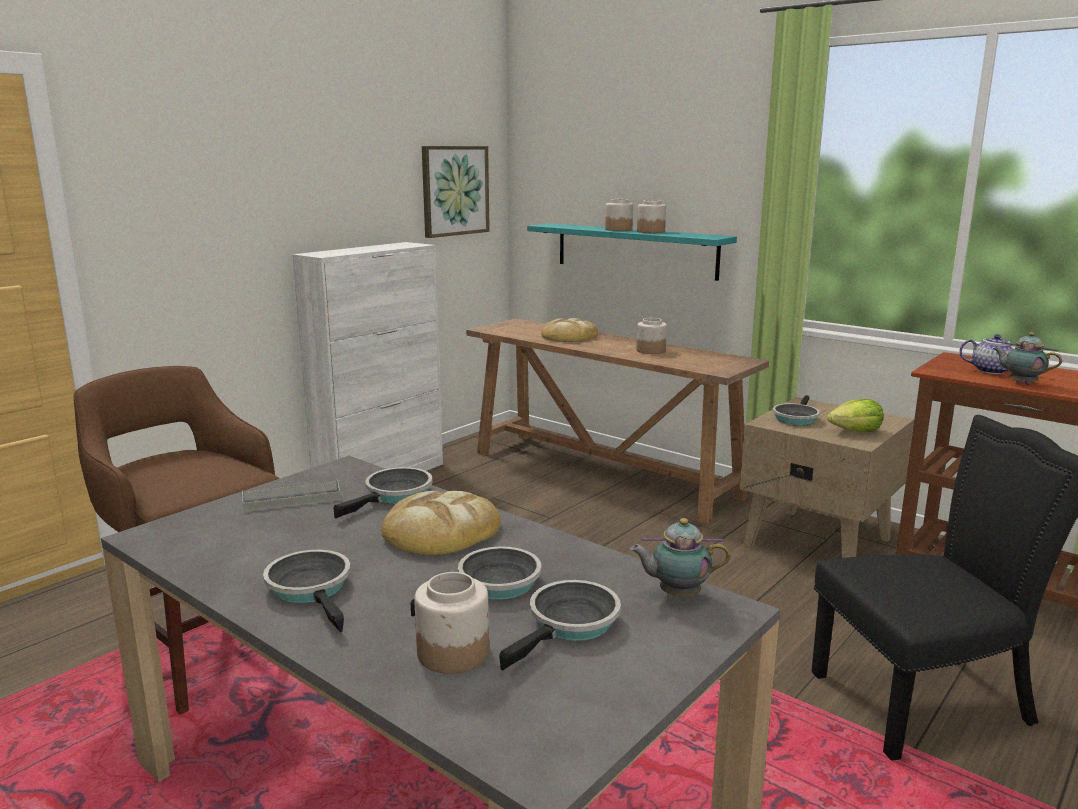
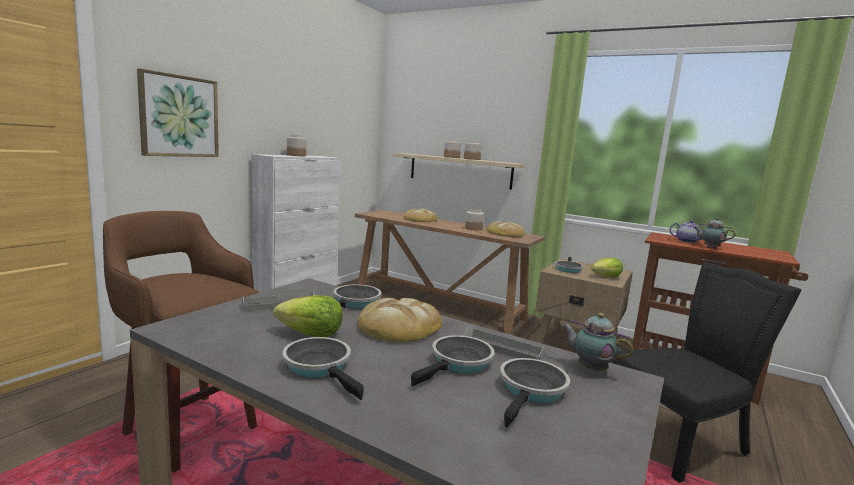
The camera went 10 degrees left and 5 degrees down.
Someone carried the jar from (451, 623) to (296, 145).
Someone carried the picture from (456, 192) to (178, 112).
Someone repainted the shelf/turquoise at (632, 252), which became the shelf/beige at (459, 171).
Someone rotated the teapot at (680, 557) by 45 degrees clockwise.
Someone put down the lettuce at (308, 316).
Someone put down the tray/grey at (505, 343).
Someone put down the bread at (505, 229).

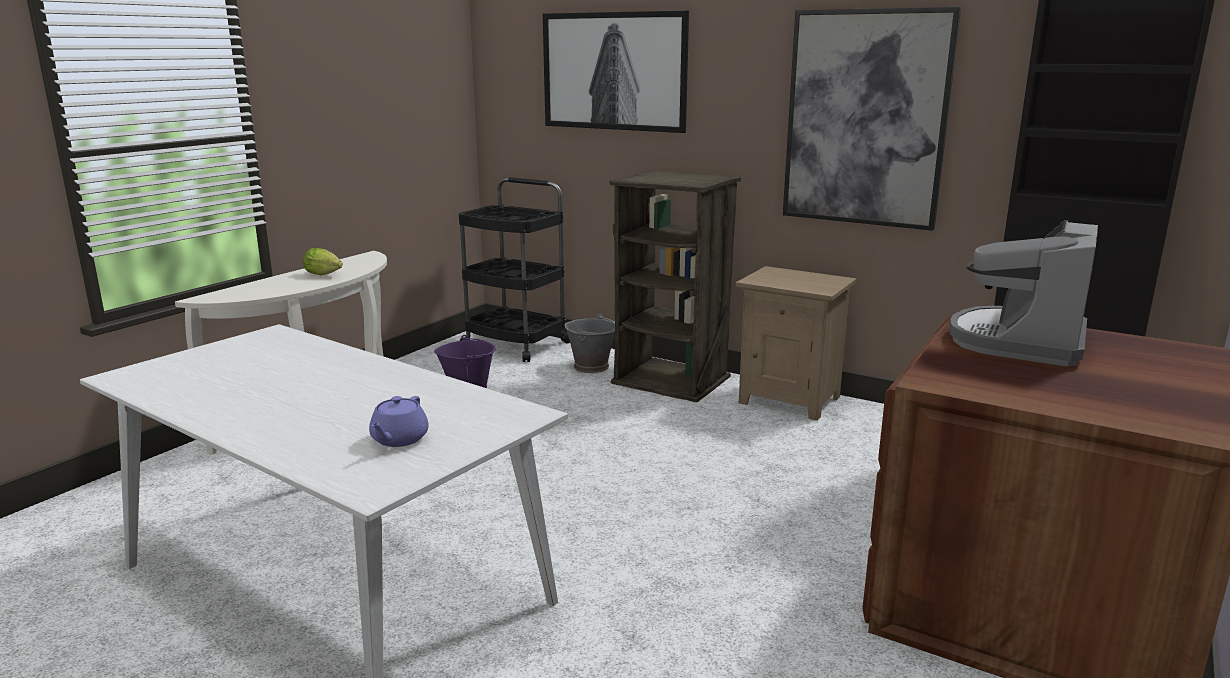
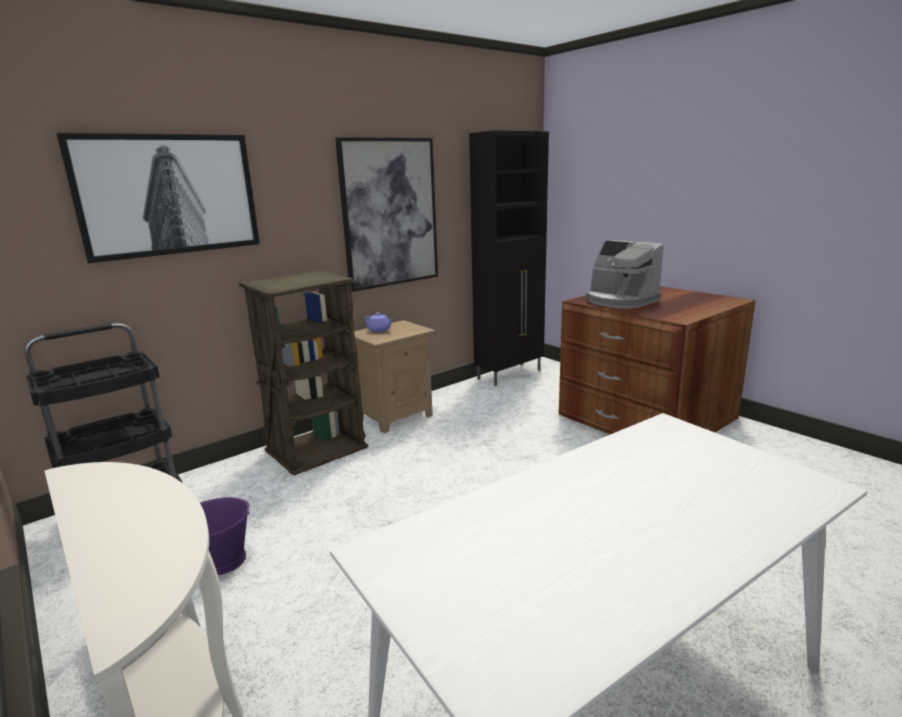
The camera went 70 degrees left and 0 degrees up.
Someone took away the lettuce at (323, 261).
Someone carried the teapot/purple from (399, 421) to (379, 322).
Someone took away the bucket/grey at (590, 343).

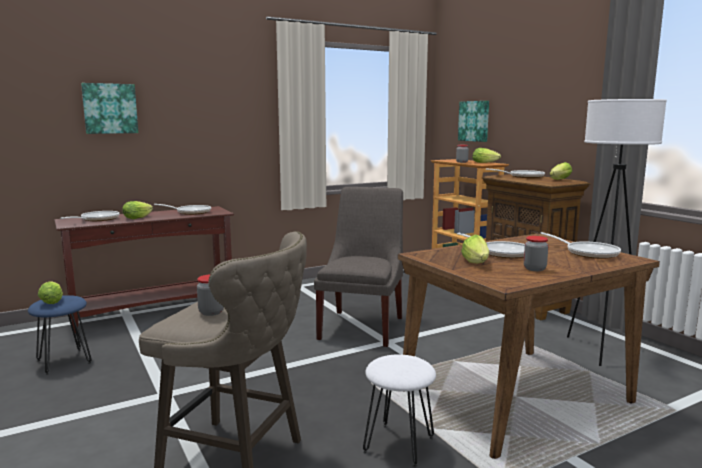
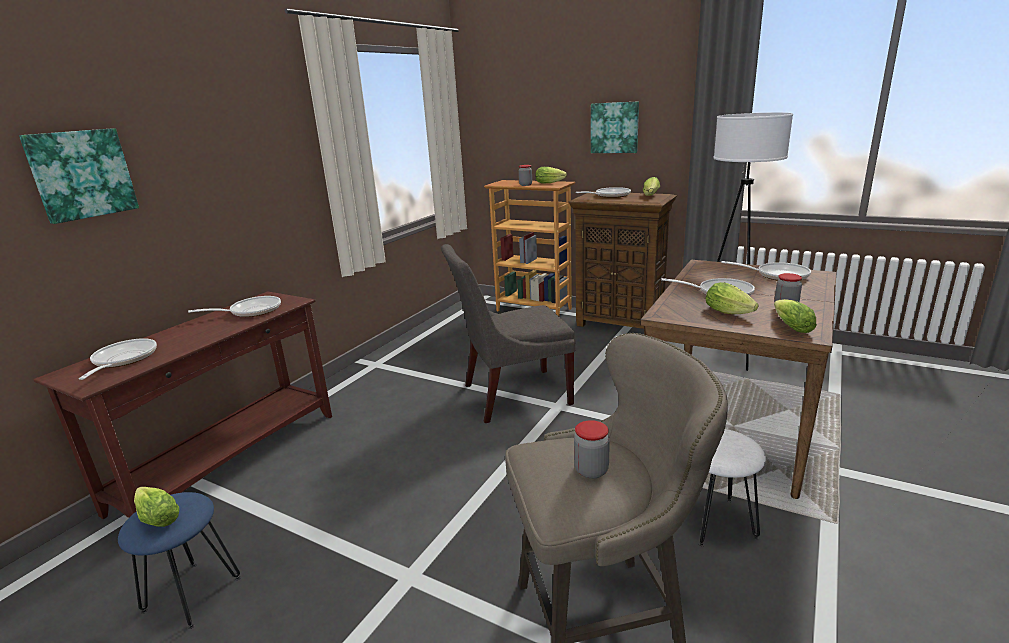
The camera went 30 degrees left and 10 degrees up.
Someone carried the lettuce from (137, 210) to (795, 316).
Someone rotated the chair/grey at (358, 267) by 90 degrees counterclockwise.
Someone carried the picture from (473, 121) to (615, 127).

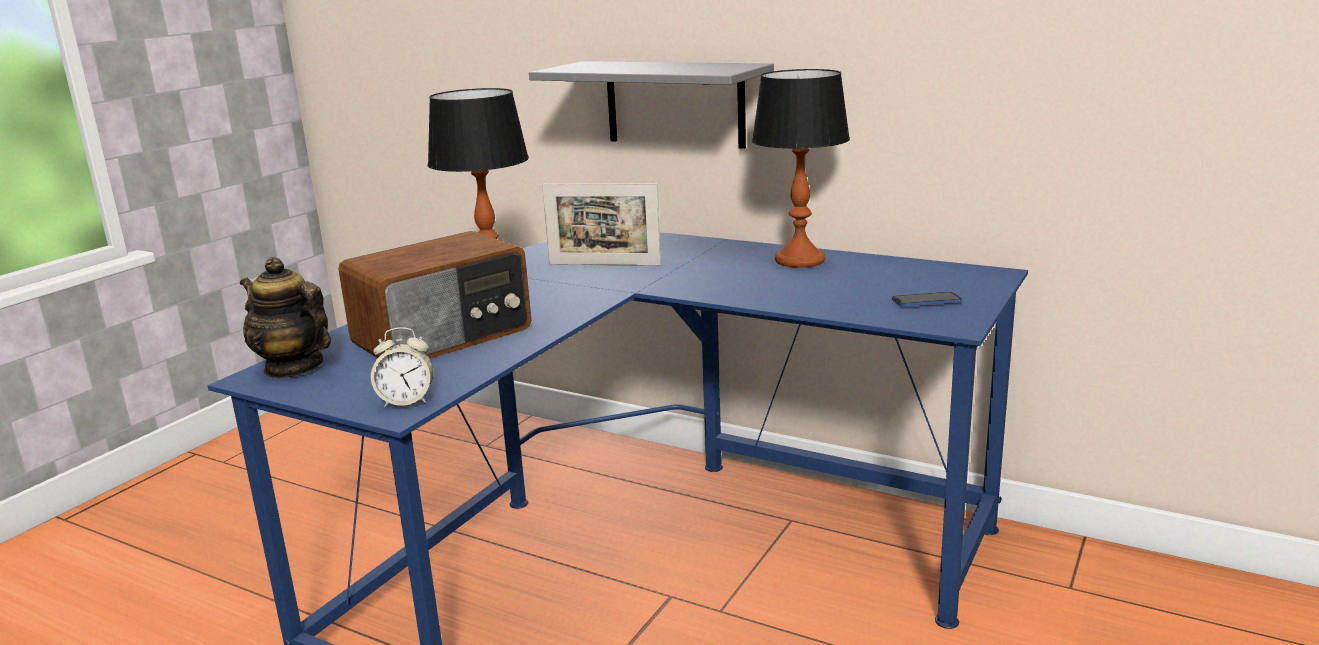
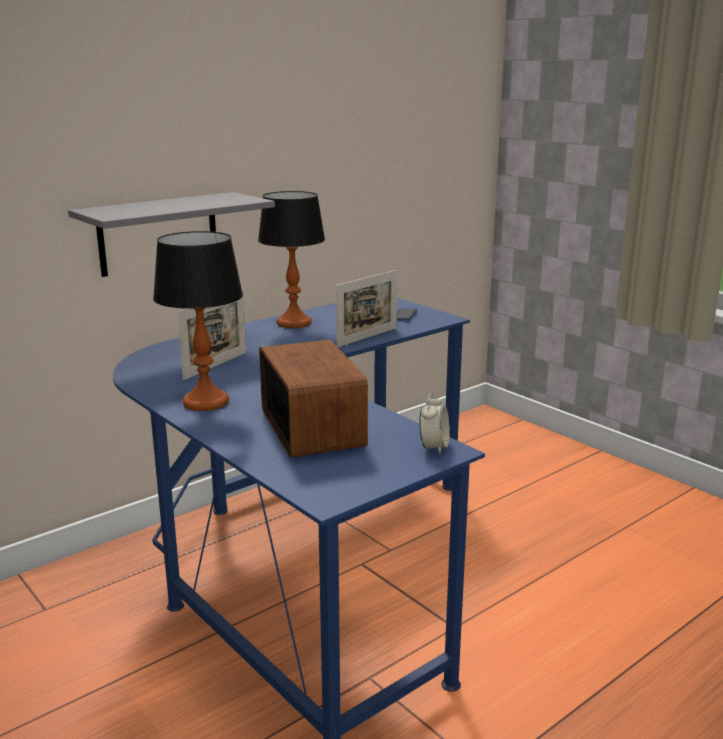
The camera went 70 degrees left and 0 degrees up.
Someone took away the teapot at (285, 317).
Someone put down the picture frame at (366, 308).

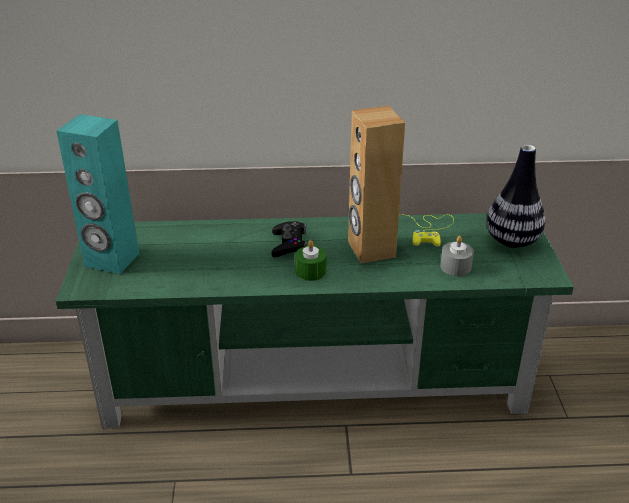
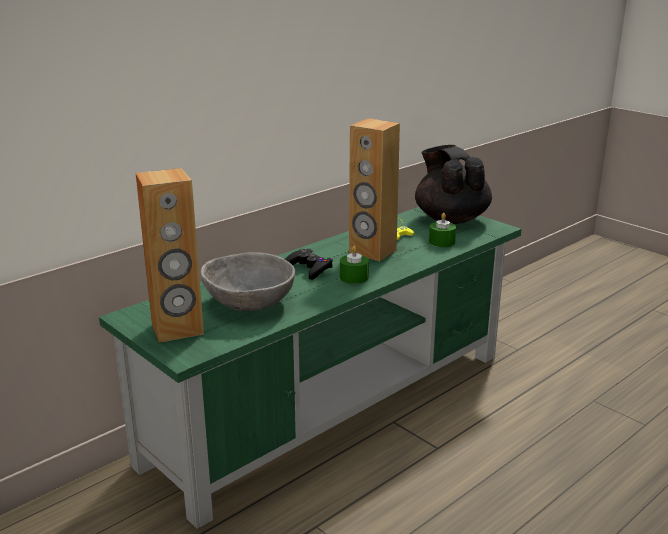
The camera went 40 degrees left and 10 degrees down.
Someone repainted the speaker/turquoise at (97, 194), which became the speaker/brown at (170, 255).
Someone repainted the candle/grey at (457, 256), which became the candle/green at (442, 230).
Someone swapped the vase at (516, 196) for the teapot/black at (453, 184).
Someone put down the bowl/grey at (248, 281).

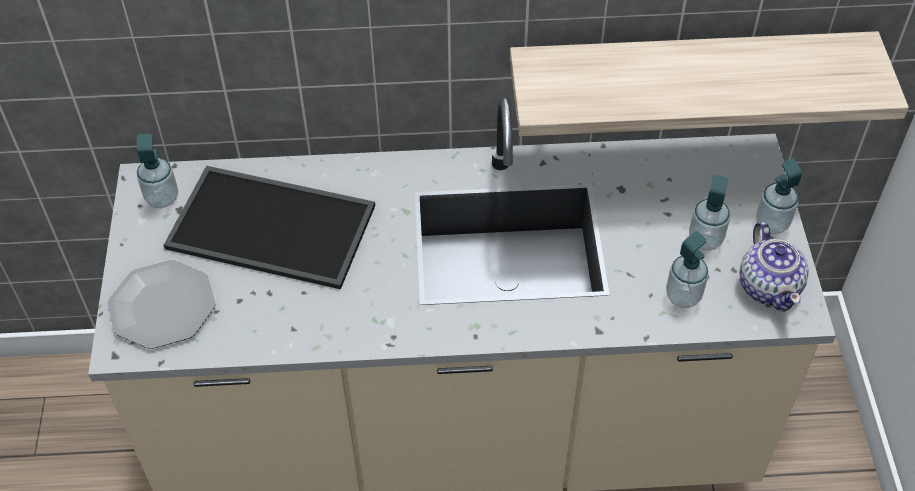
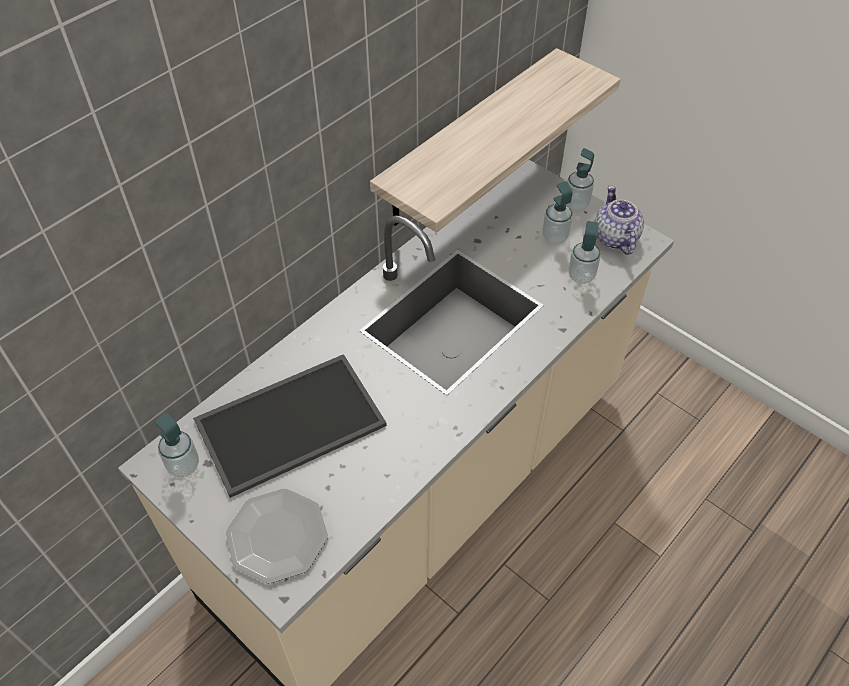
The camera went 45 degrees left and 0 degrees up.
Someone rotated the teapot at (774, 267) by 135 degrees counterclockwise.

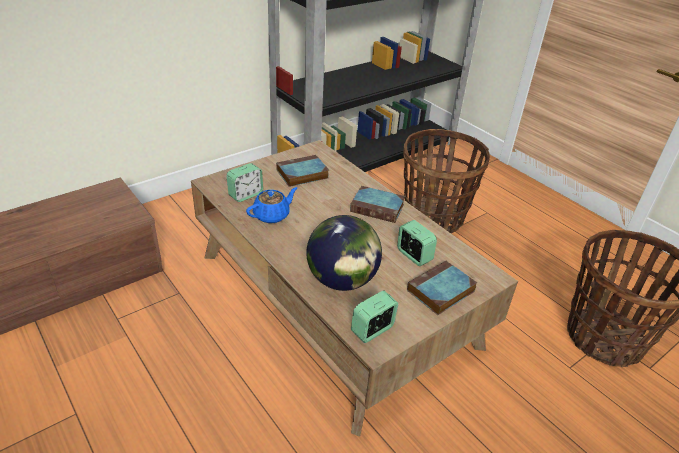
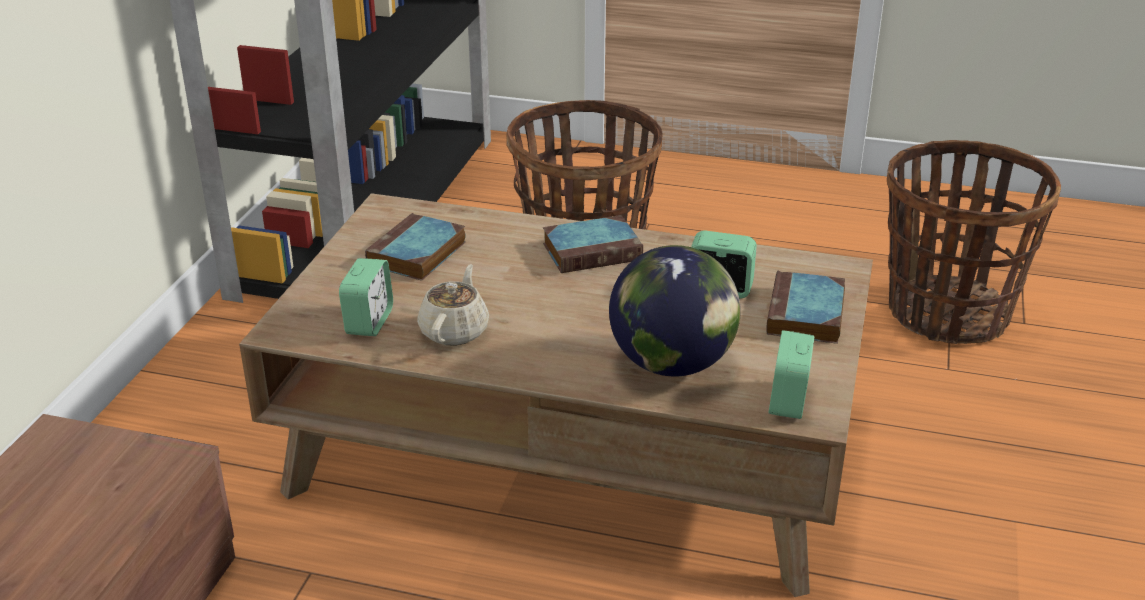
The camera went 35 degrees left and 5 degrees down.
Someone repainted the teapot/blue at (271, 205), which became the teapot/beige at (453, 305).

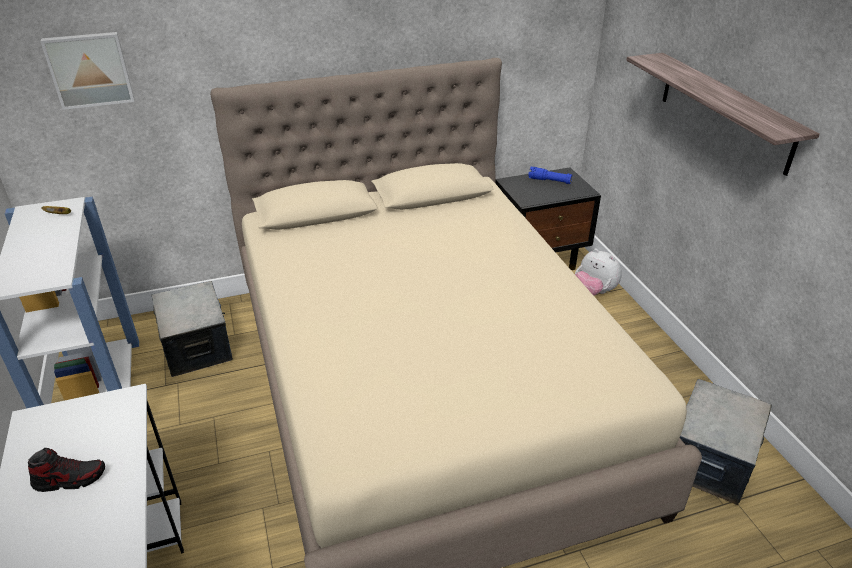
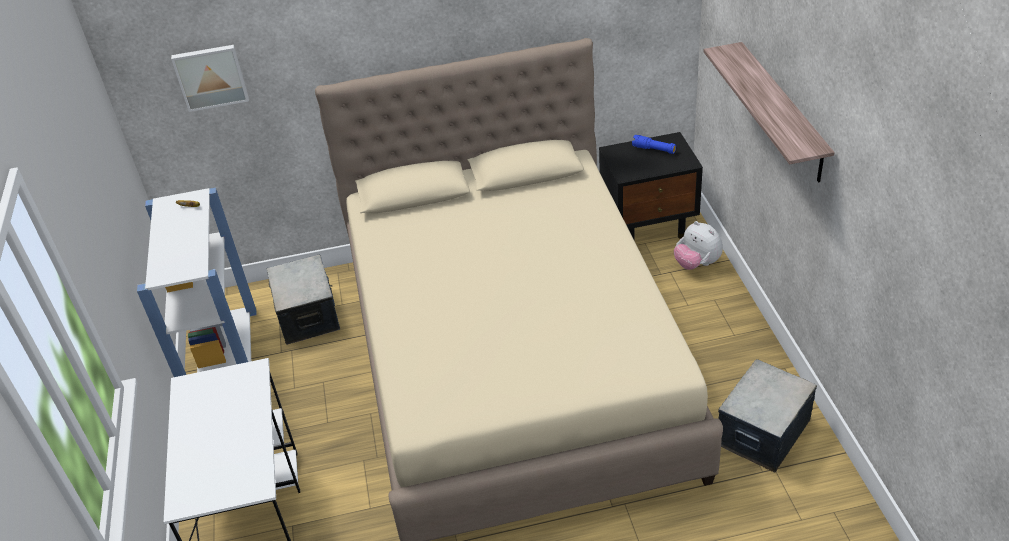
The camera went 10 degrees right and 5 degrees up.
Someone took away the shoe at (66, 470).

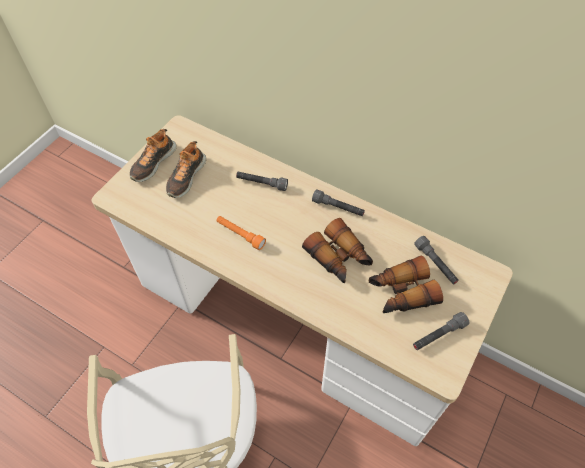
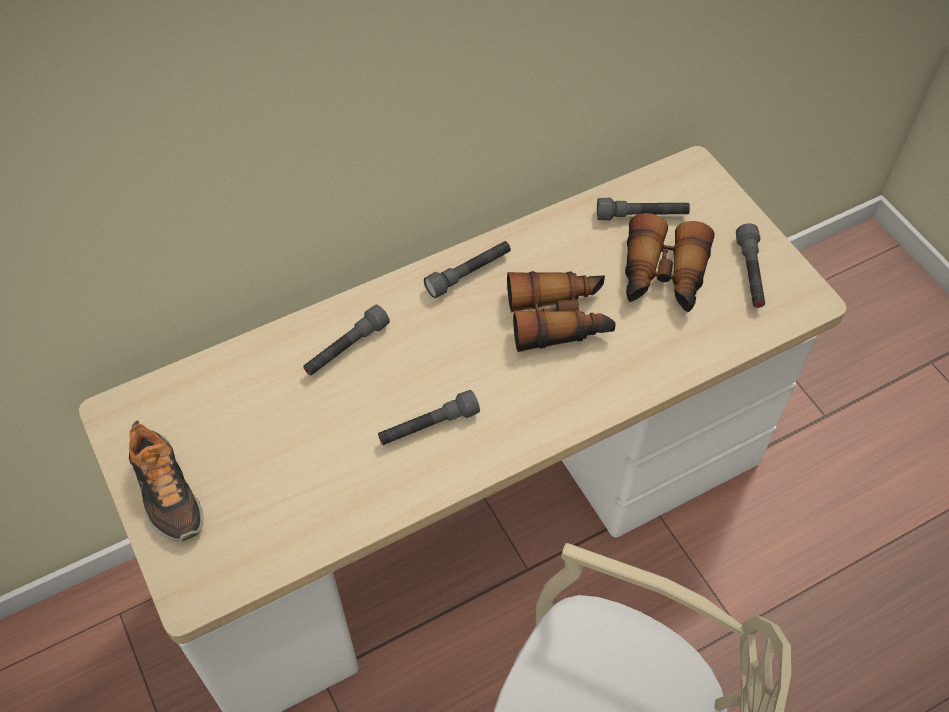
The camera went 60 degrees left and 0 degrees up.
Someone took away the shoe at (186, 169).
Someone repainted the flashlight/orange at (241, 233), which became the flashlight/grey at (429, 417).

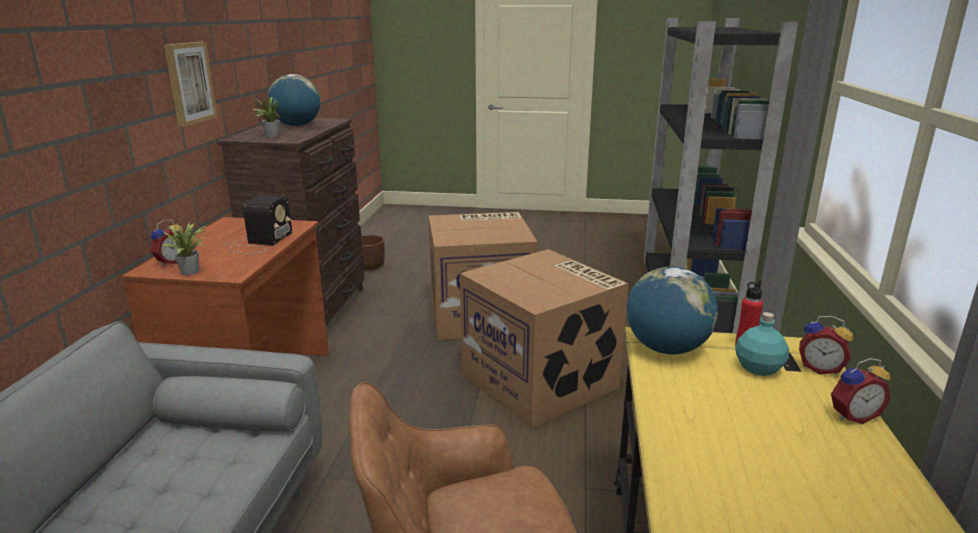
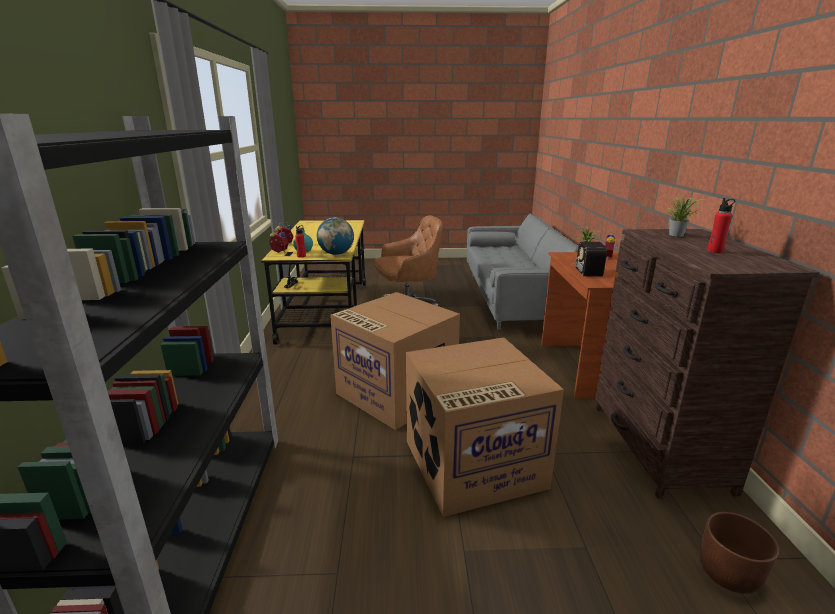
The camera went 170 degrees right and 0 degrees up.
Someone took away the picture at (191, 84).
Someone swapped the globe at (294, 100) for the bottle/red at (721, 225).

